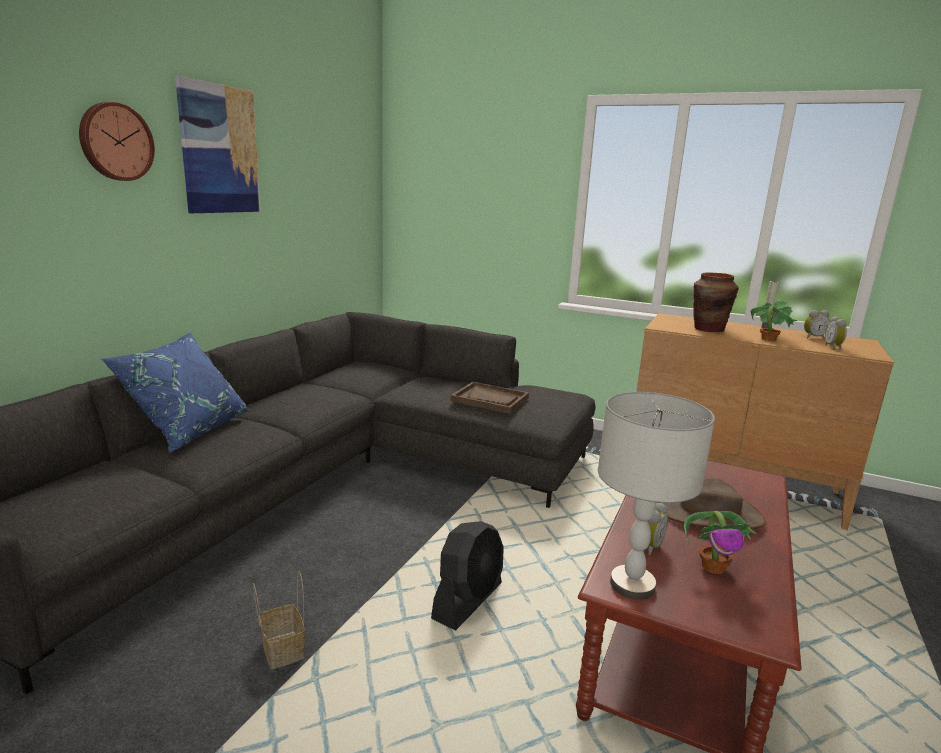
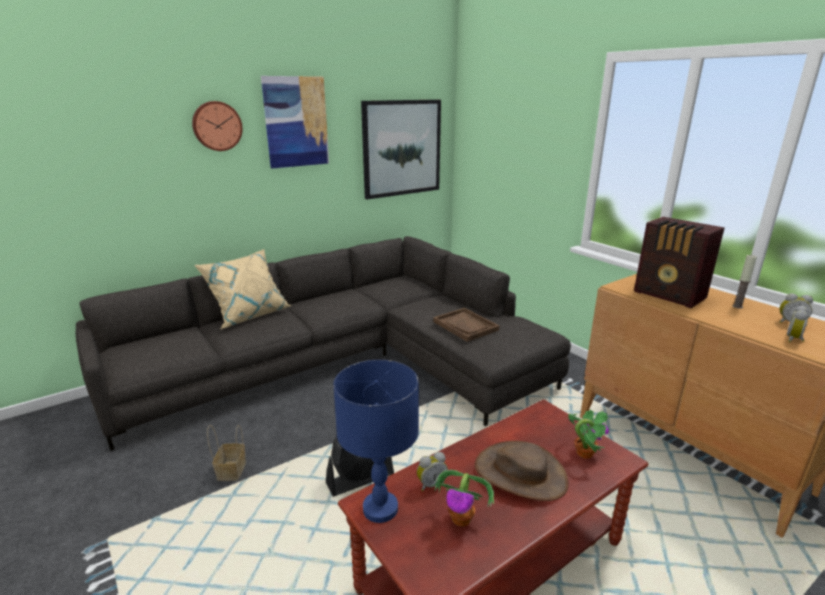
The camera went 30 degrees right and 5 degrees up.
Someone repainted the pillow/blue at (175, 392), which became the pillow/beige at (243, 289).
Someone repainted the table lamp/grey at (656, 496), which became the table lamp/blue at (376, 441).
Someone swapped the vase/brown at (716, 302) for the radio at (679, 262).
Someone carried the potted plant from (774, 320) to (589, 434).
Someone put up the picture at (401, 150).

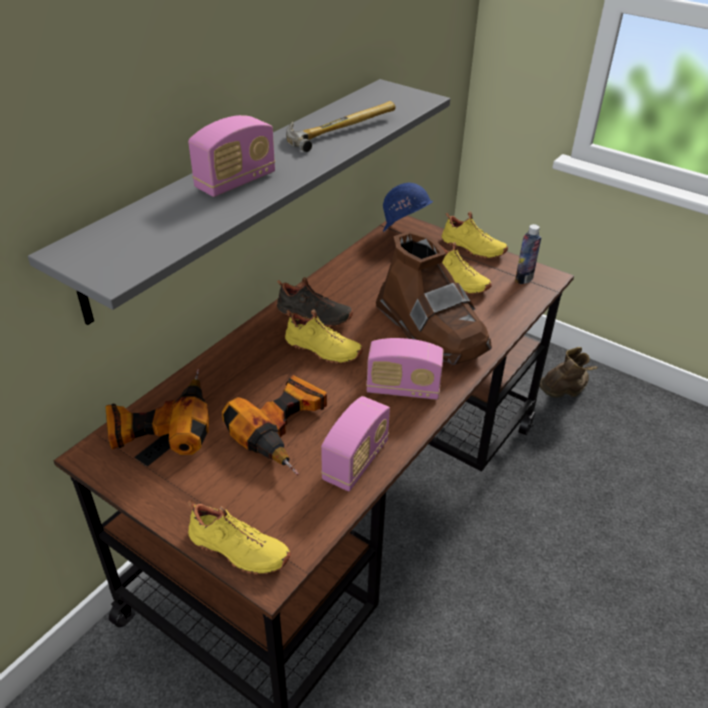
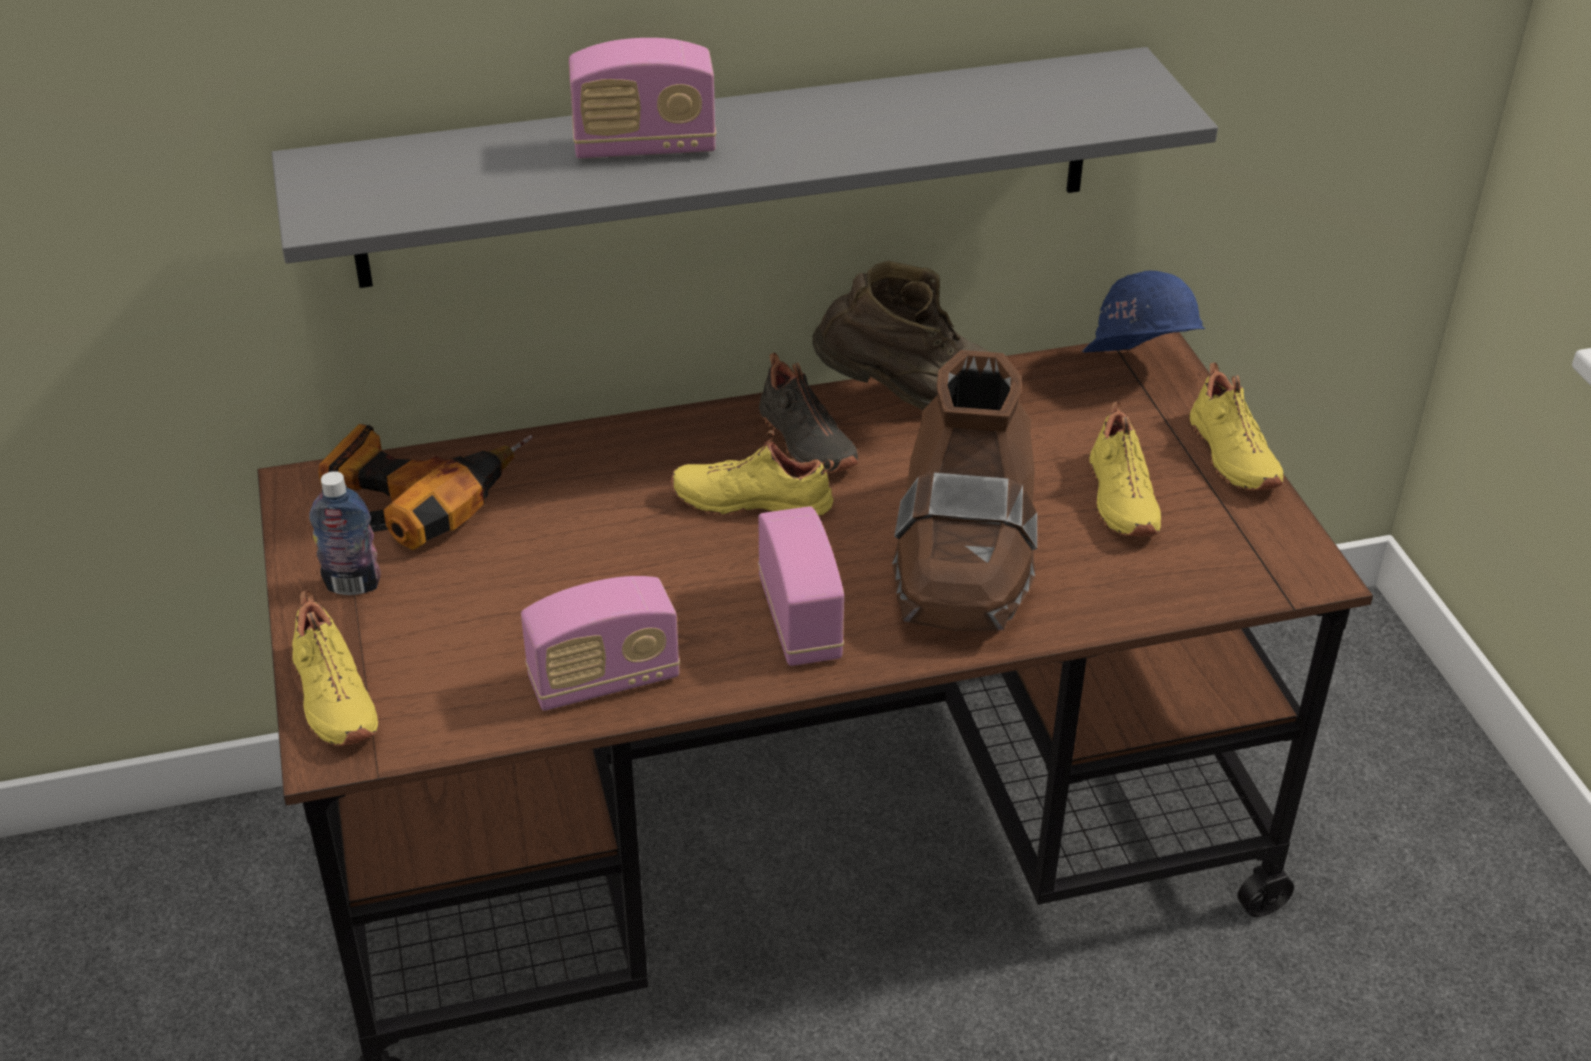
The camera went 40 degrees right and 0 degrees up.
Someone took away the power drill at (274, 425).
Someone rotated the shoe/yellow at (324, 336) by 120 degrees clockwise.
Someone took away the hammer at (341, 126).
Someone rotated the radio at (404, 369) by 150 degrees counterclockwise.
Someone carried the bottle from (528, 254) to (345, 533).
Someone carried the boot/brown from (568, 372) to (900, 335).

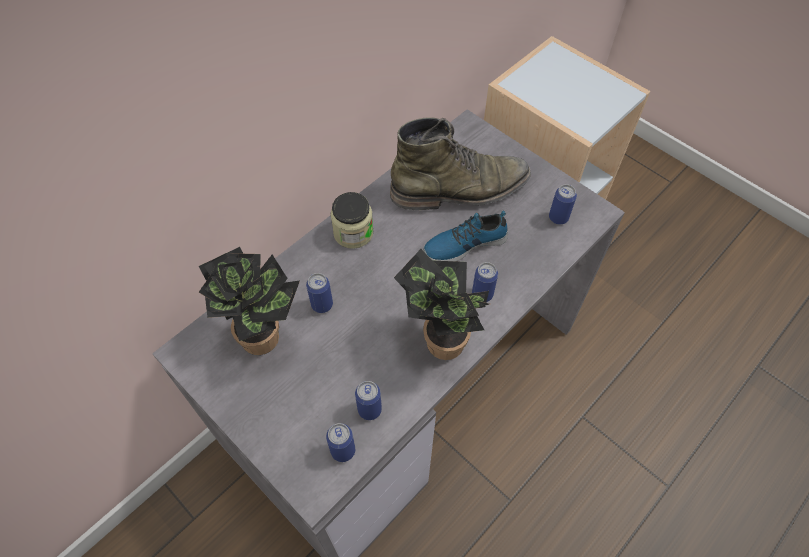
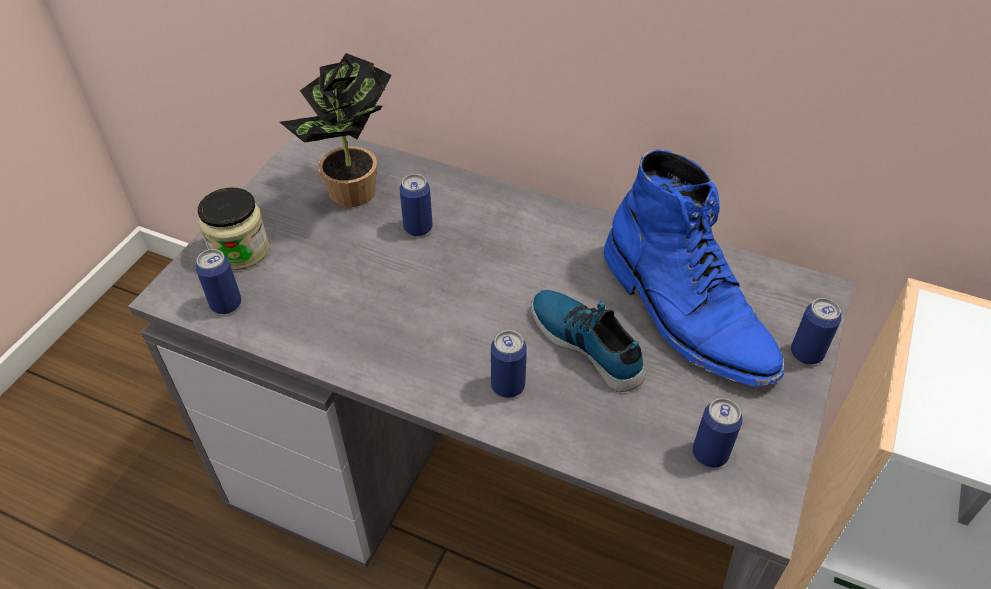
The camera went 70 degrees right and 10 degrees down.
Someone carried the jar from (352, 220) to (233, 229).
Someone carried the can from (368, 400) to (816, 331).
Someone repainted the boot/green at (460, 163), which became the boot/blue at (694, 267).
Someone took away the potted plant at (441, 304).

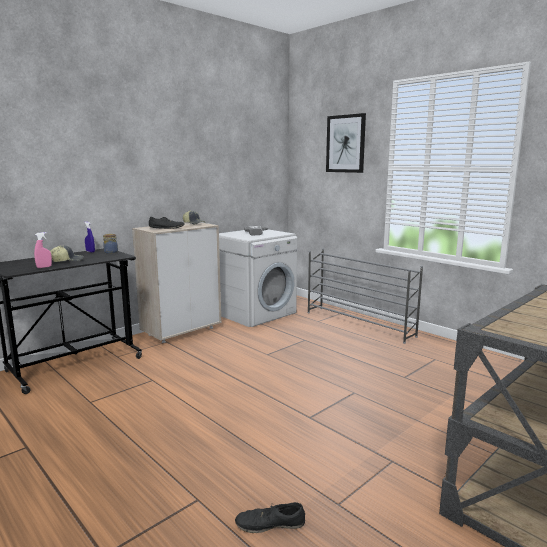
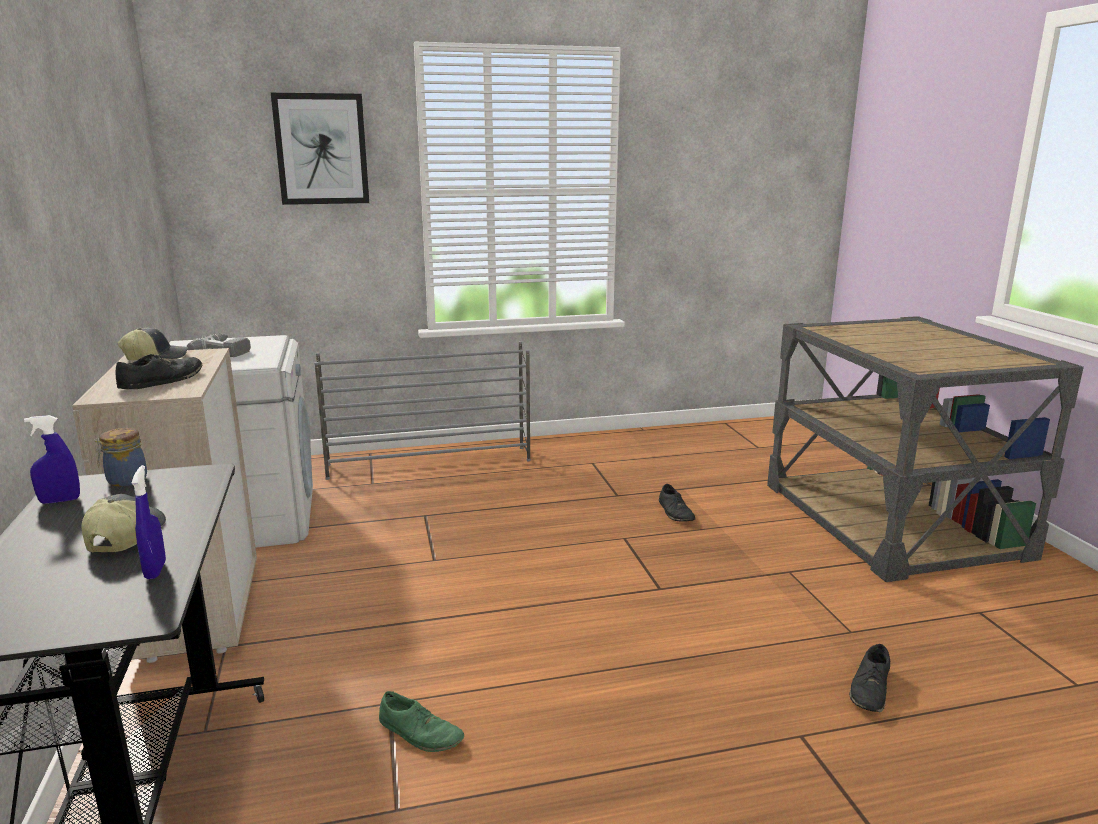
The camera went 60 degrees left and 5 degrees up.
Someone repainted the spray bottle/pink at (43, 250), which became the spray bottle/blue at (149, 522).
Someone put down the shoe/green at (421, 721).
Someone put down the shoe/black at (677, 503).

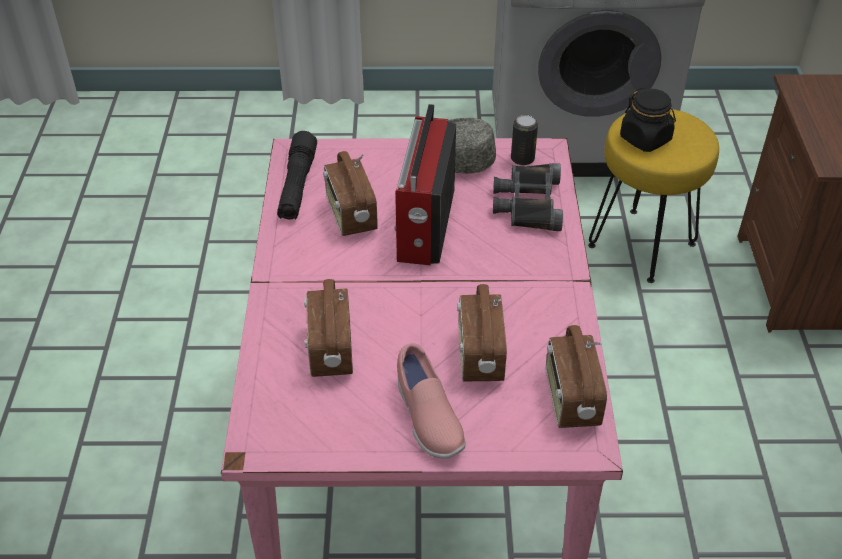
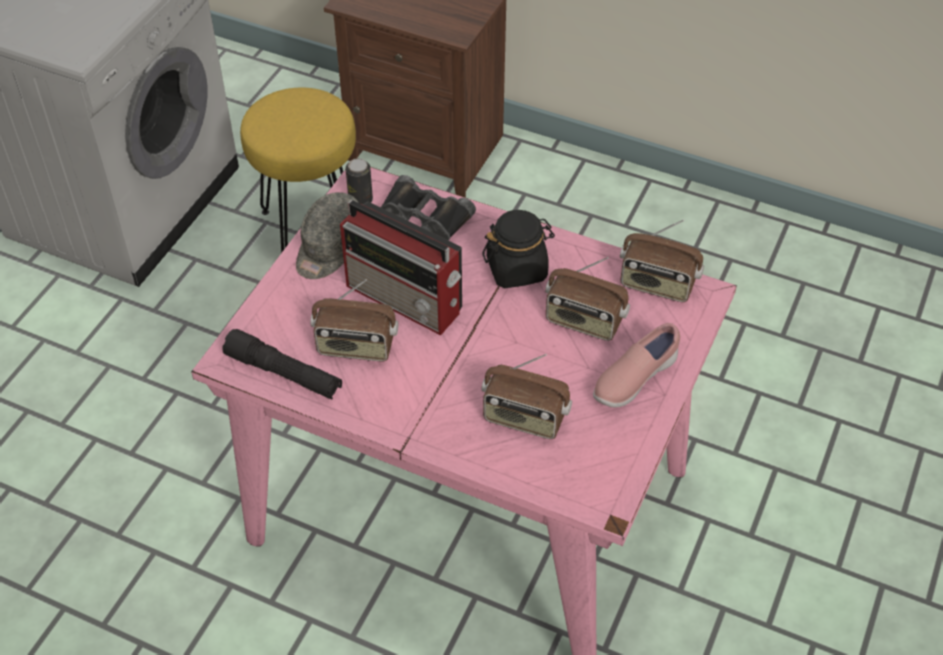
The camera went 65 degrees left and 5 degrees up.
Someone rotated the shoe/pink at (431, 401) by 135 degrees clockwise.
Someone carried the jar/black from (648, 120) to (518, 249).

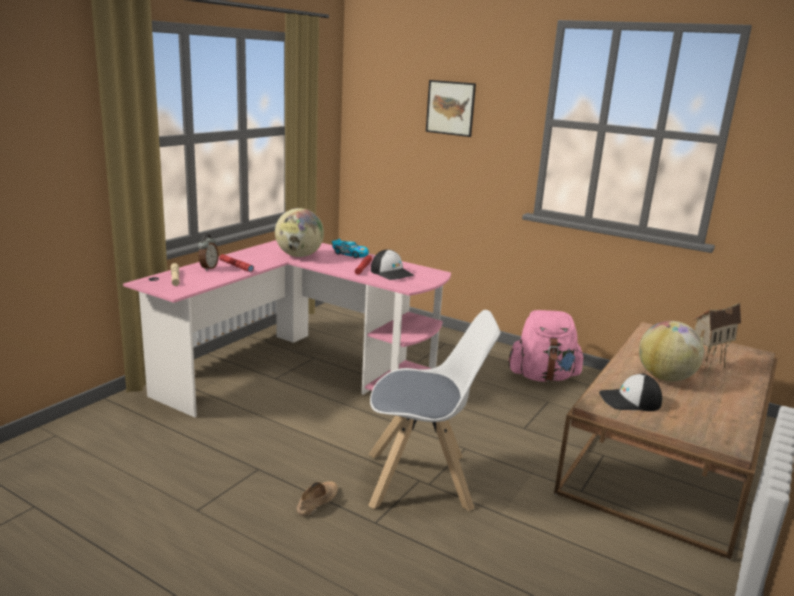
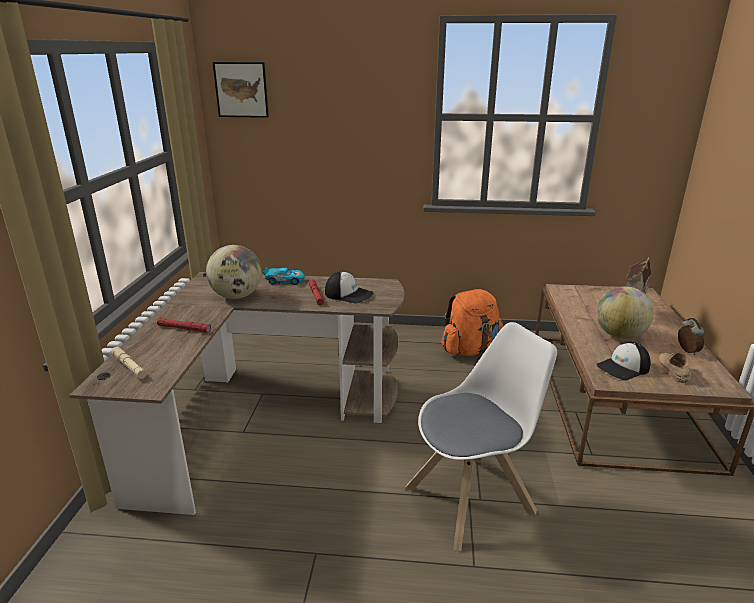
The camera went 25 degrees left and 5 degrees up.
Someone repainted the desk/pink at (287, 328), which became the desk/brown at (236, 393).
Someone carried the alarm clock from (208, 252) to (691, 336).
Someone carried the shoe/beige from (317, 498) to (675, 368).
Someone carried the picture from (451, 108) to (241, 90).
Someone repainted the backpack/pink at (547, 346), which became the backpack/orange at (472, 322).

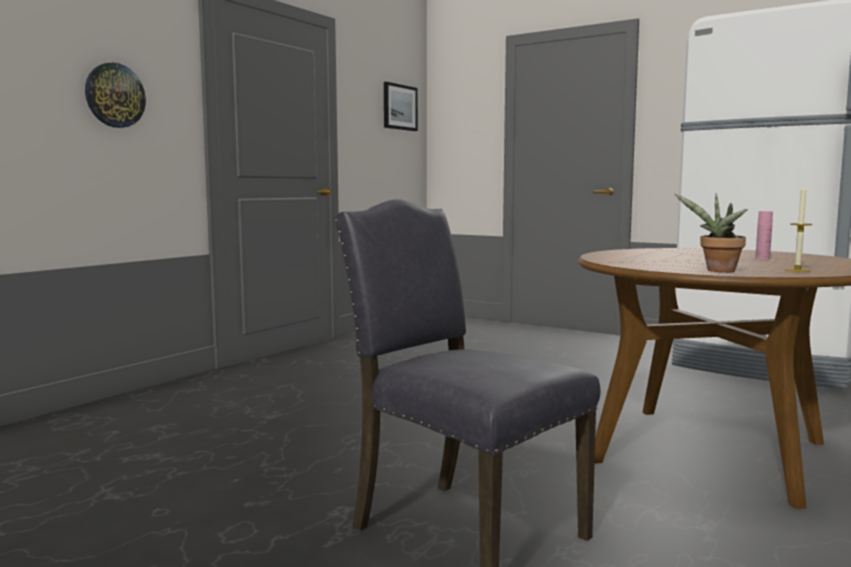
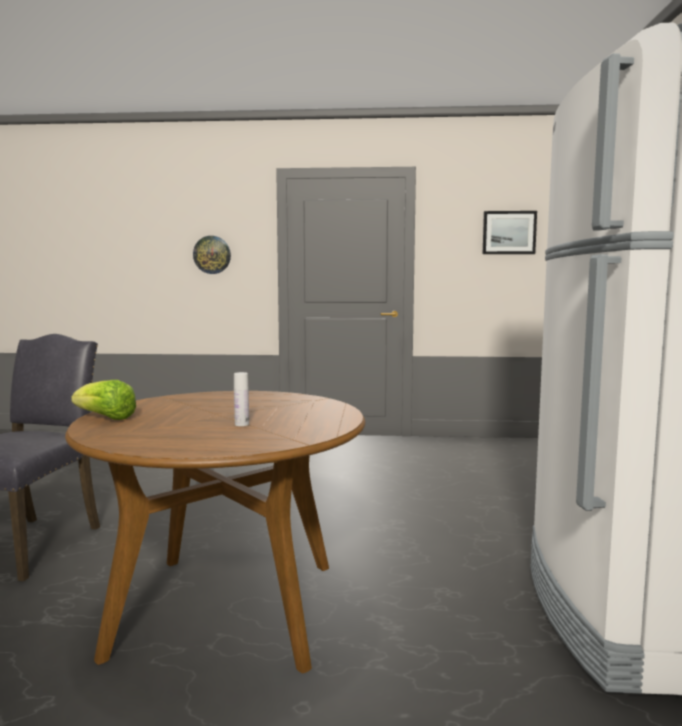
The camera went 60 degrees right and 0 degrees up.
Someone swapped the potted plant at (711, 233) for the lettuce at (103, 400).
Someone repainted the bottle/pink at (764, 235), which became the bottle/white at (241, 399).
Someone took away the candle at (798, 228).

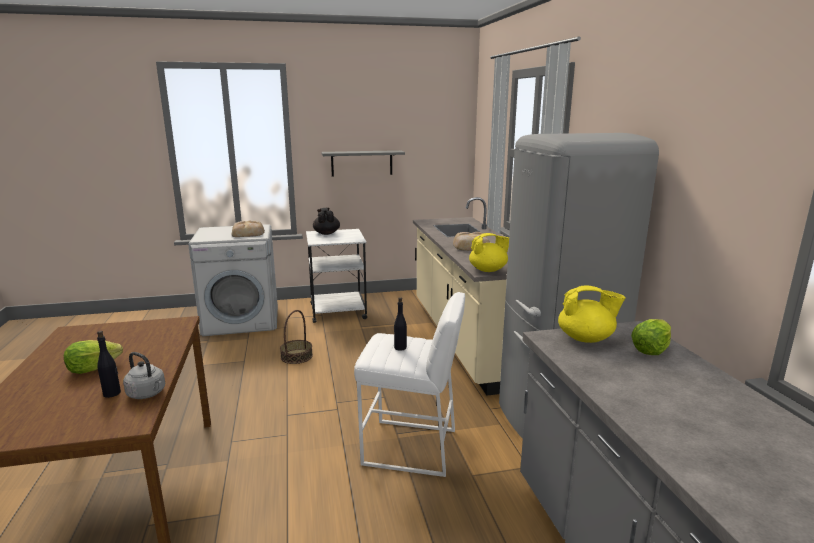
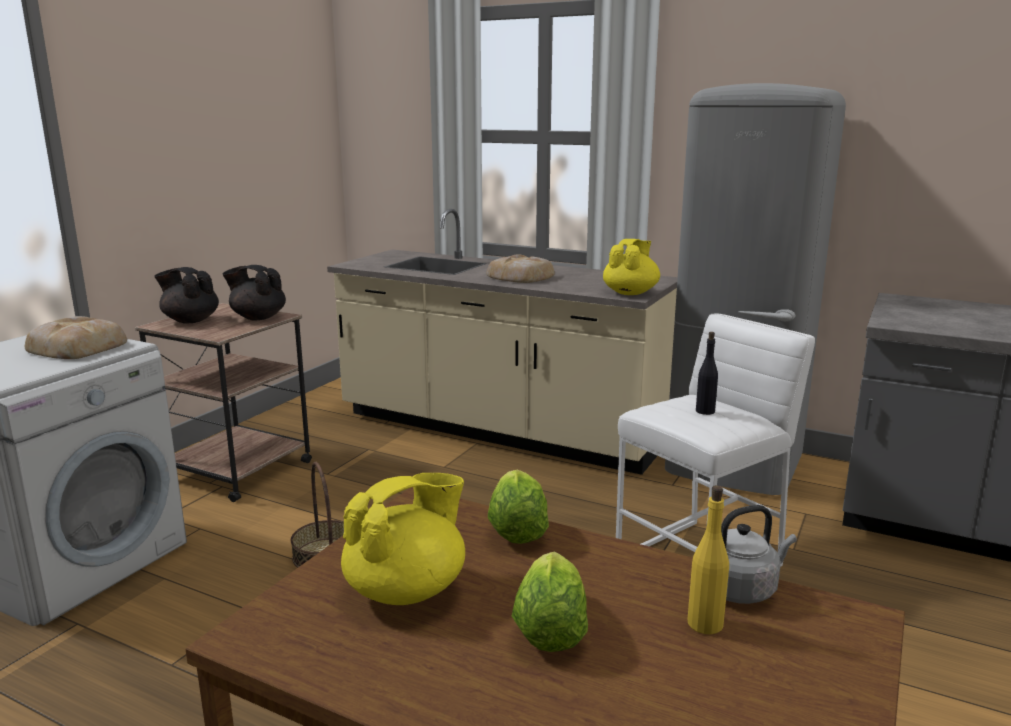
The camera went 50 degrees left and 0 degrees up.
Someone repainted the bottle/black at (109, 364), which became the bottle/yellow at (708, 559).
Someone repainted the cart/white at (336, 276), which became the cart/brown at (223, 402).
Someone took away the shelf/grey at (363, 163).
Someone carried the teapot/yellow from (592, 314) to (403, 539).
Someone carried the lettuce from (651, 337) to (518, 507).
Someone put down the teapot/black at (254, 293).

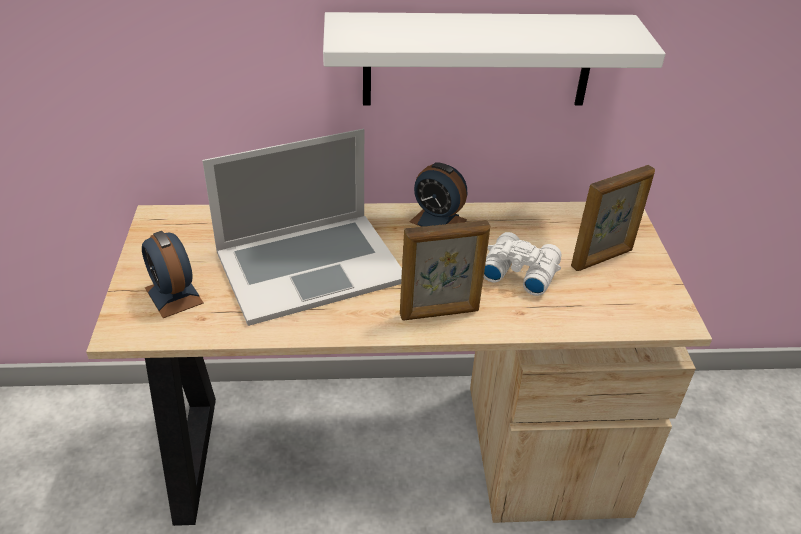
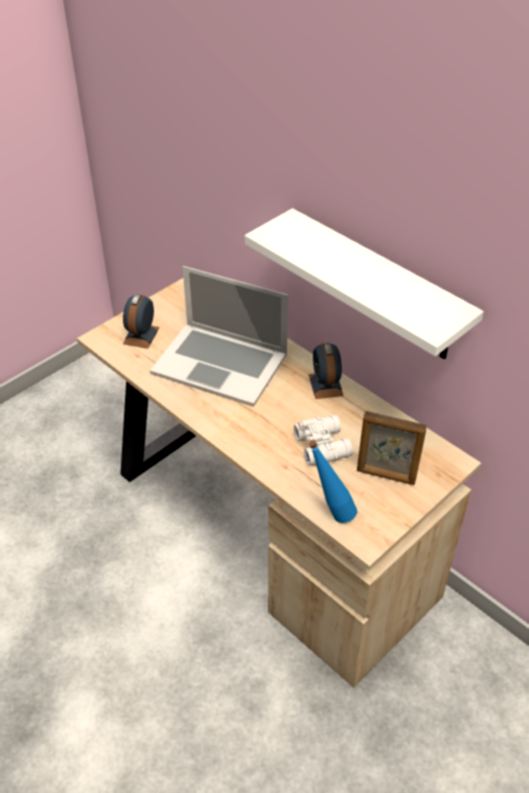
The camera went 50 degrees right and 5 degrees up.
Someone took away the picture frame at (445, 270).
Someone put down the bottle/blue at (333, 481).

